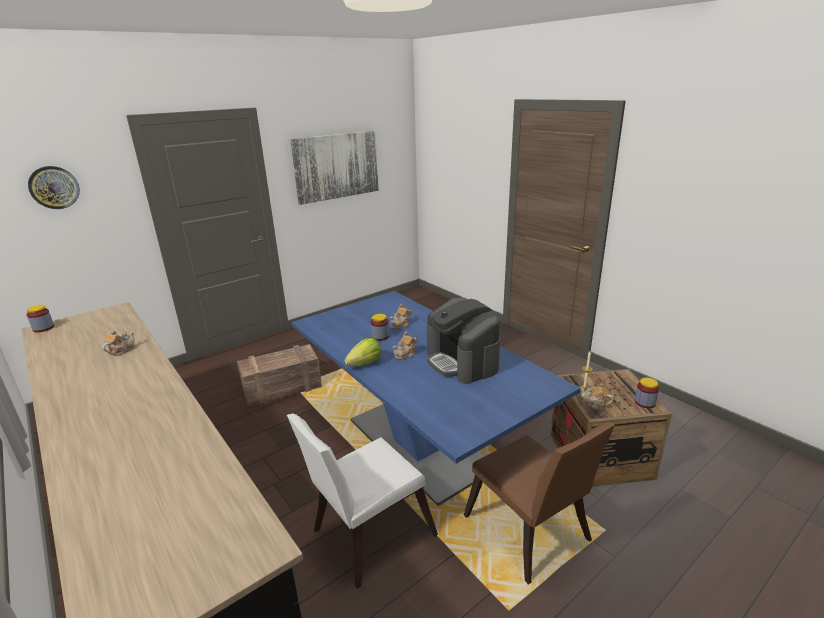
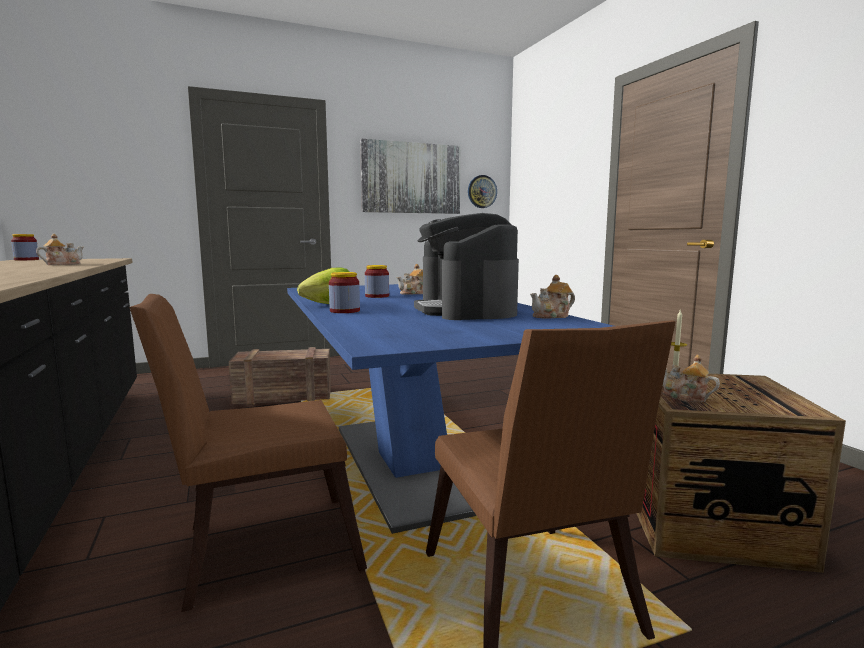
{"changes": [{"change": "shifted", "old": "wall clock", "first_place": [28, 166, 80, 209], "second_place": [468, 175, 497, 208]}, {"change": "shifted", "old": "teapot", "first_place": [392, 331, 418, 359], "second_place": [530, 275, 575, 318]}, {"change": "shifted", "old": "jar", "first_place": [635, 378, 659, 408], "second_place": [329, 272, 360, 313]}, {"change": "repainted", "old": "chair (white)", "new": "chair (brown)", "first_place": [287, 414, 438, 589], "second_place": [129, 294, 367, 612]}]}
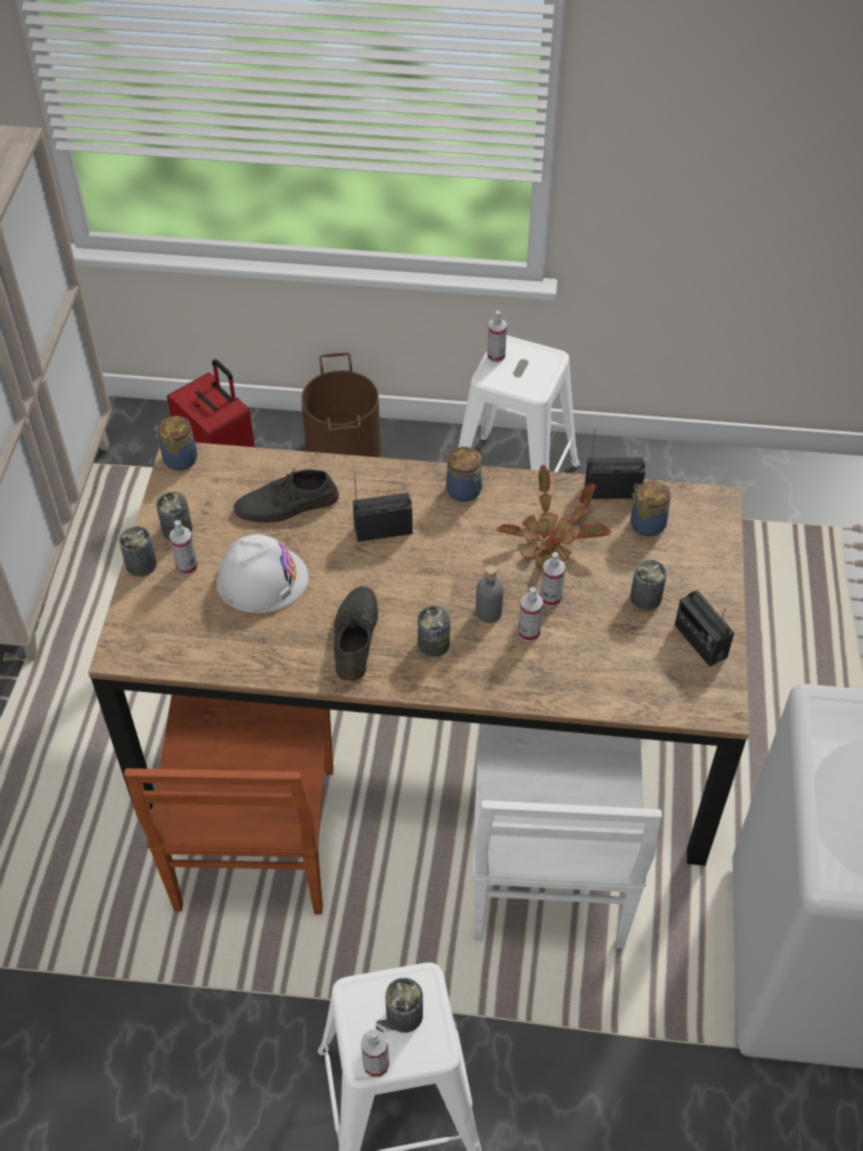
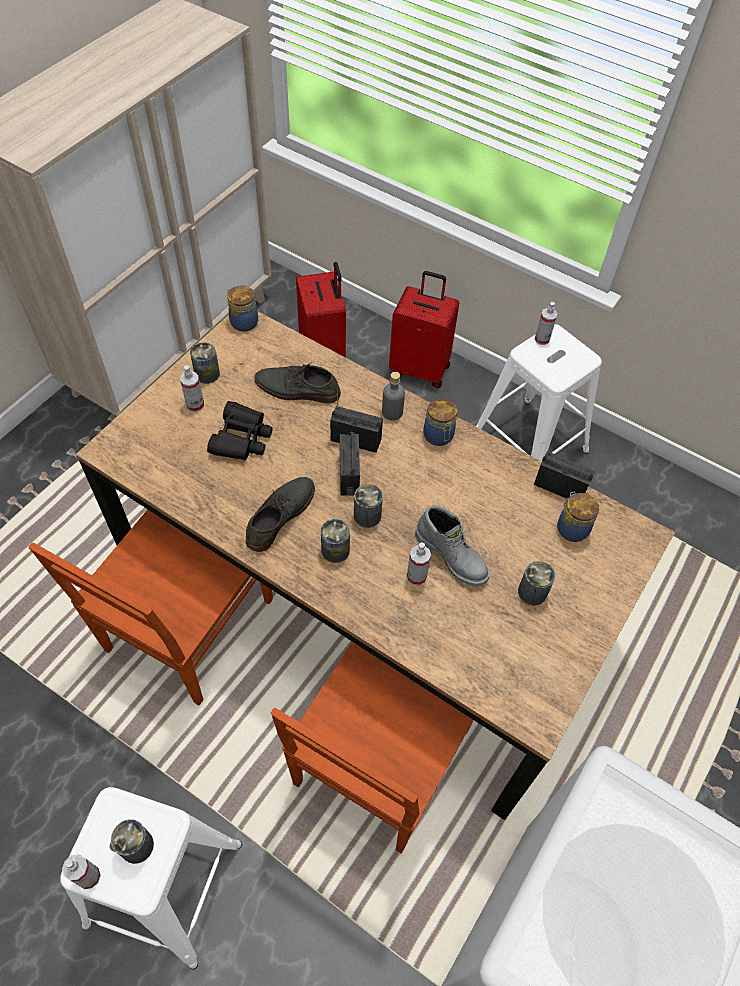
{"changes": [{"change": "gone", "old": "potted plant", "first_place": [497, 465, 611, 568]}, {"change": "shifted", "old": "can", "first_place": [119, 526, 157, 577], "second_place": [354, 484, 383, 528]}, {"change": "shifted", "old": "bottle (grey)", "first_place": [476, 565, 503, 623], "second_place": [382, 372, 405, 421]}, {"change": "shifted", "old": "radio", "first_place": [675, 591, 734, 667], "second_place": [339, 432, 360, 496]}, {"change": "swapped", "old": "hard hat (white)", "new": "binoculars (black)", "first_place": [216, 534, 309, 613], "second_place": [207, 401, 273, 460]}, {"change": "swapped", "old": "bucket (brown)", "new": "suitcase (red)", "first_place": [301, 353, 381, 457], "second_place": [389, 271, 459, 388]}, {"change": "swapped", "old": "spray bottle", "new": "boot (grey)", "first_place": [540, 552, 565, 607], "second_place": [415, 505, 489, 586]}, {"change": "repainted", "old": "chair (white)", "new": "chair (brown)", "first_place": [472, 724, 662, 948], "second_place": [271, 642, 473, 853]}]}
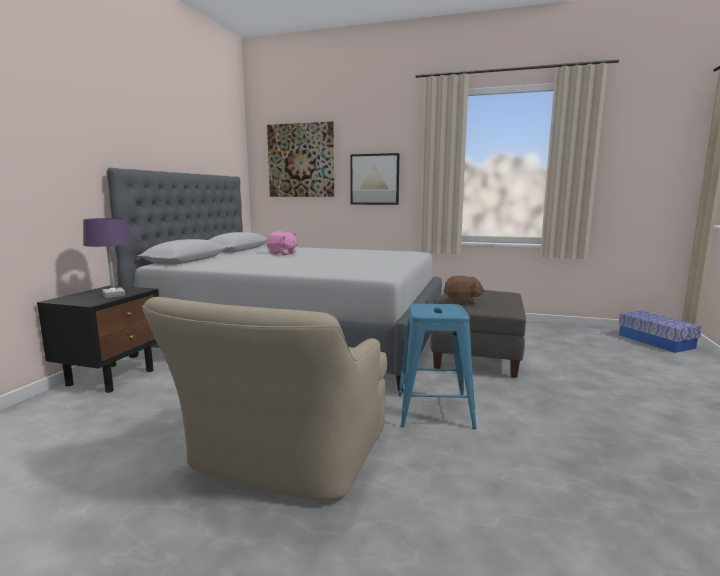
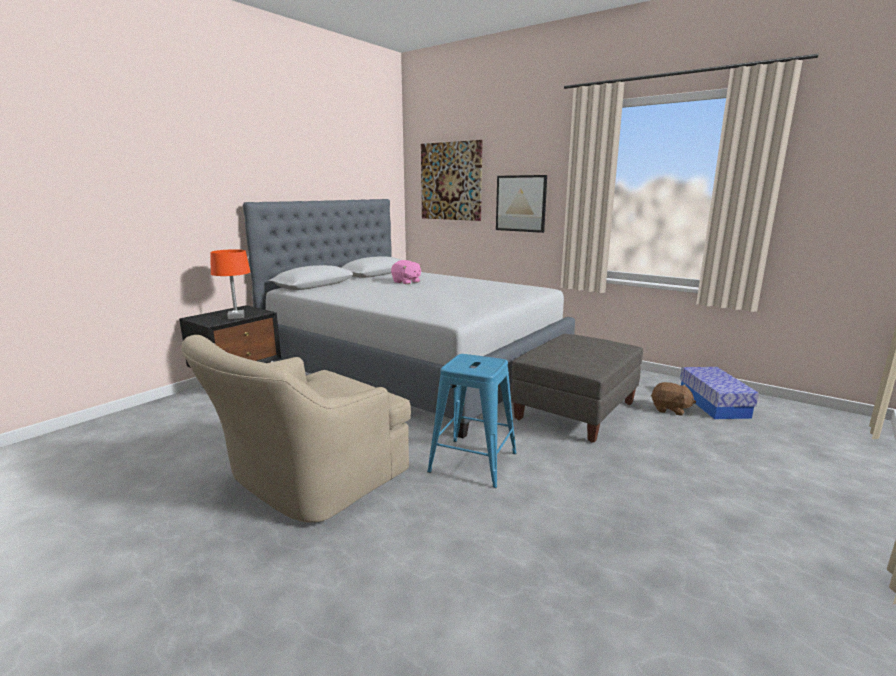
{"changes": [{"change": "shifted", "old": "plush toy (brown)", "first_place": [443, 276, 485, 305], "second_place": [651, 382, 696, 416]}, {"change": "shifted", "old": "storage box", "first_place": [619, 311, 702, 353], "second_place": [680, 367, 759, 419]}, {"change": "repainted", "old": "table lamp (purple)", "new": "table lamp (orange)", "first_place": [83, 218, 132, 298], "second_place": [210, 249, 250, 319]}]}
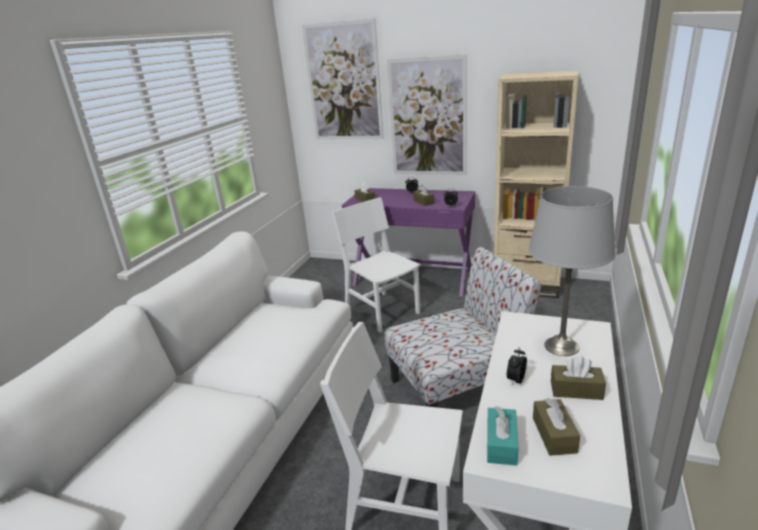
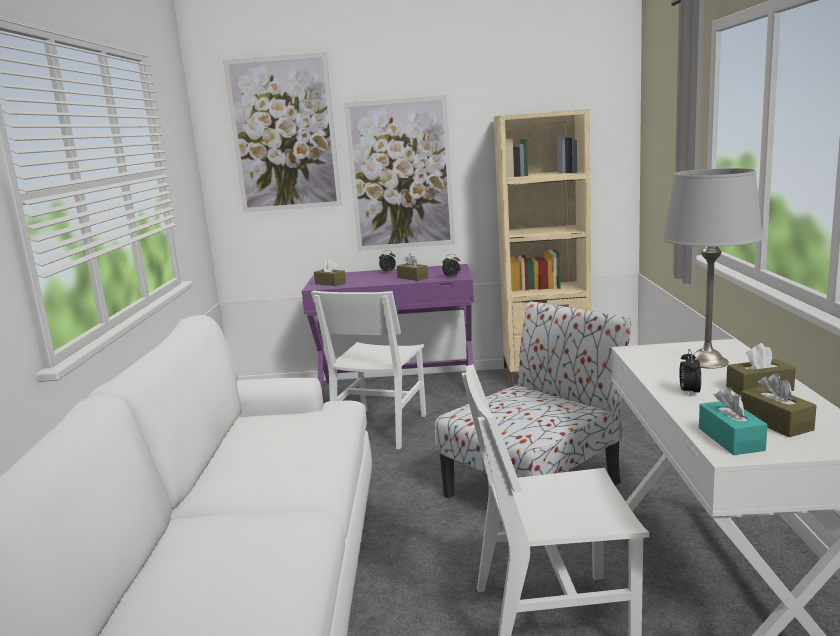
{"changes": [{"change": "rotated", "old": "chair (white)", "first_place": [332, 197, 420, 333], "second_place": [311, 290, 426, 449], "degrees": -105}]}
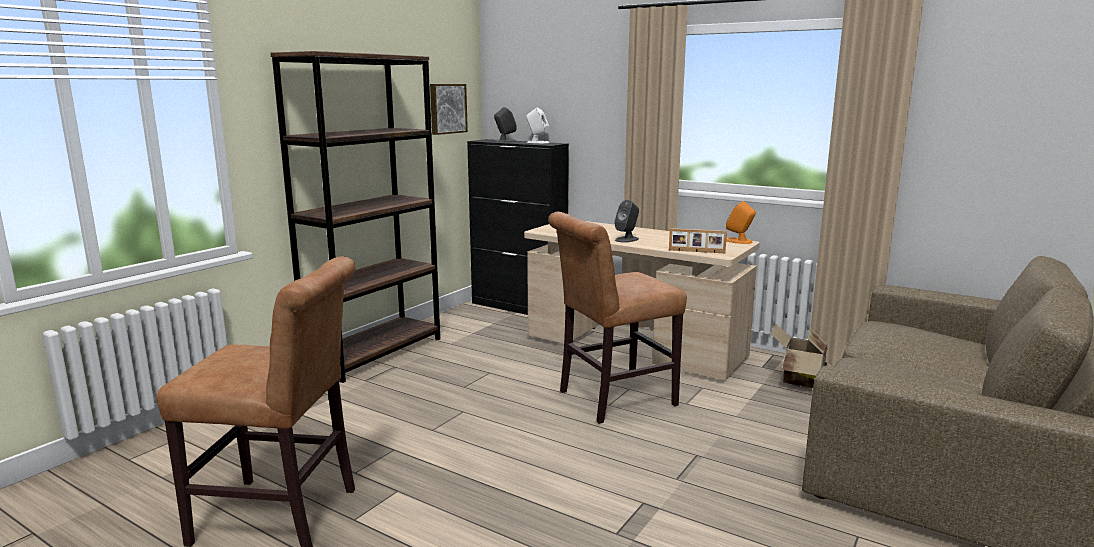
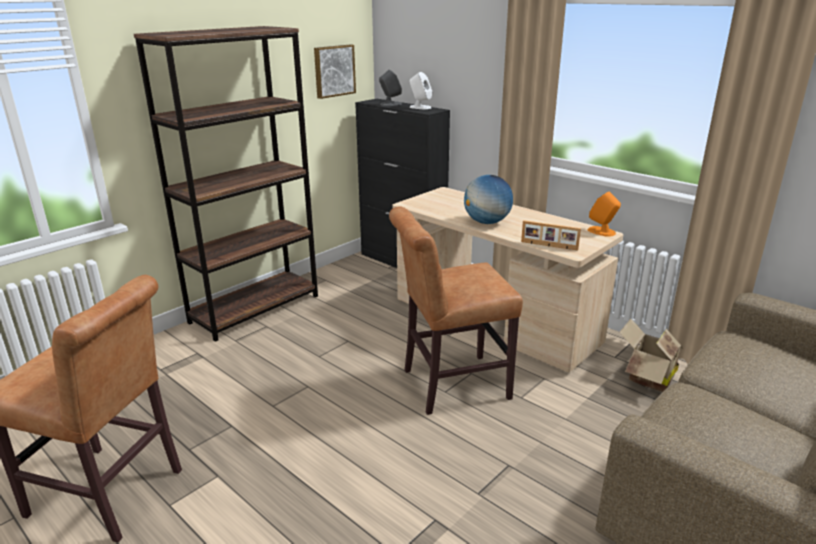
{"changes": [{"change": "swapped", "old": "speaker (grey)", "new": "globe", "first_place": [614, 200, 639, 243], "second_place": [464, 175, 513, 224]}]}
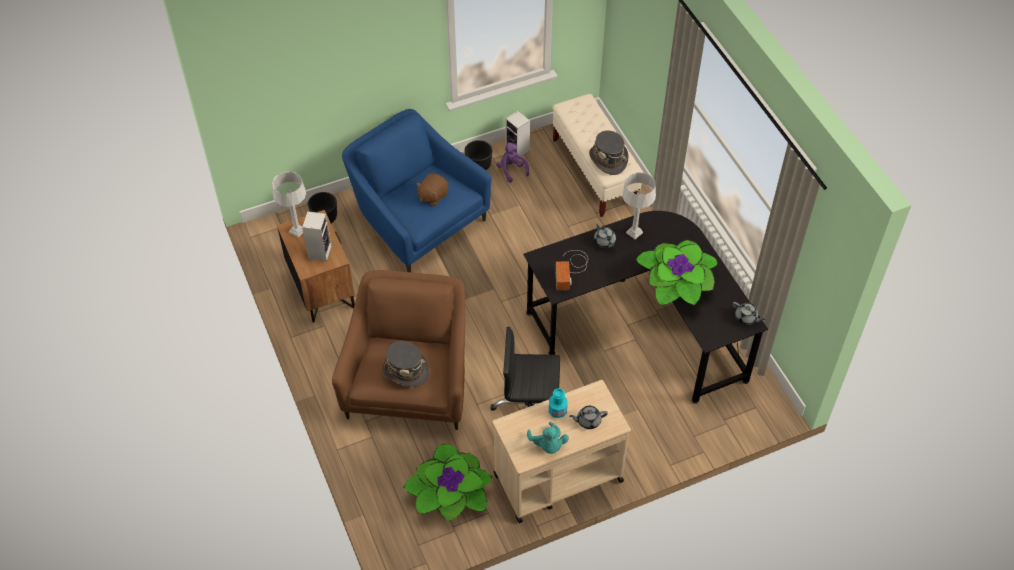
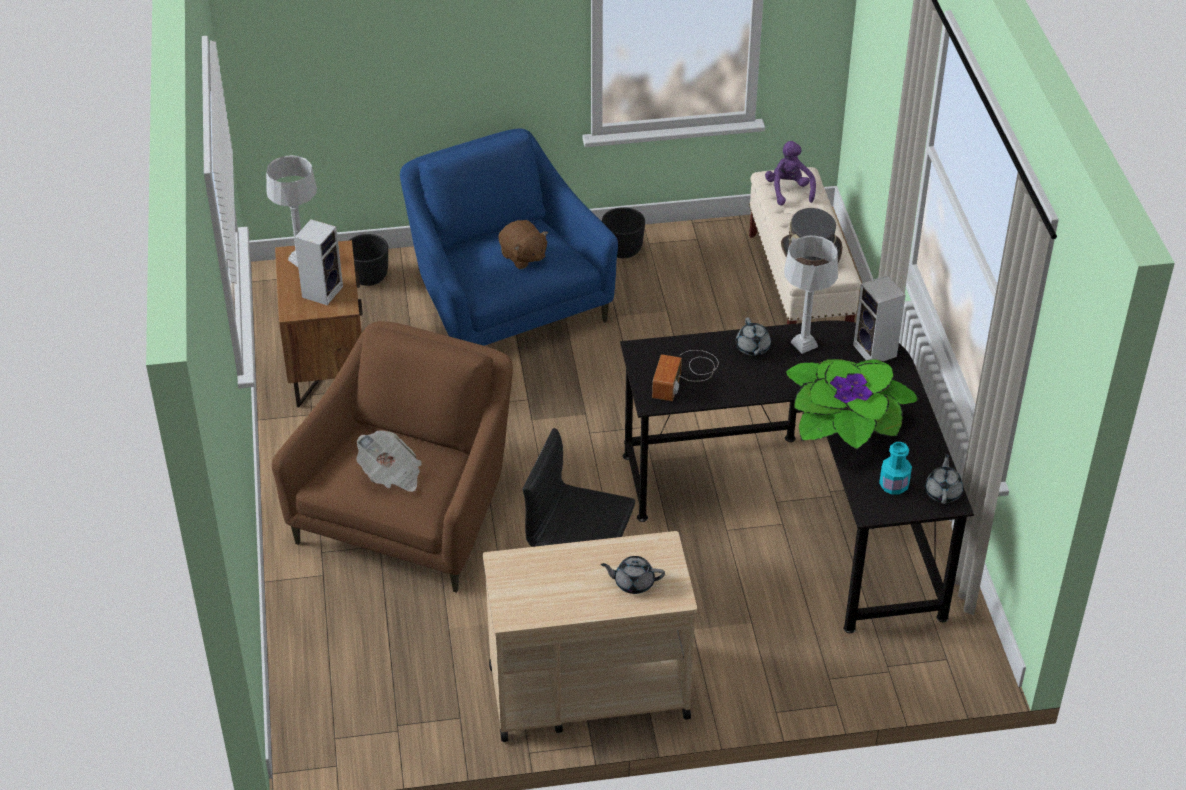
{"changes": [{"change": "gone", "old": "potted plant", "first_place": [404, 444, 492, 521]}, {"change": "gone", "old": "plush toy (turquoise)", "first_place": [527, 422, 569, 454]}, {"change": "shifted", "old": "plush toy (purple)", "first_place": [496, 142, 529, 183], "second_place": [765, 141, 816, 206]}, {"change": "shifted", "old": "speaker", "first_place": [505, 111, 530, 156], "second_place": [853, 275, 906, 362]}, {"change": "shifted", "old": "bottle (turquoise)", "first_place": [549, 388, 568, 418], "second_place": [879, 442, 912, 495]}, {"change": "swapped", "old": "hat (grey)", "new": "newspaper", "first_place": [382, 341, 429, 387], "second_place": [356, 430, 422, 492]}, {"change": "rotated", "old": "plush toy (brown)", "first_place": [416, 173, 449, 206], "second_place": [498, 220, 548, 269], "degrees": -90}, {"change": "rotated", "old": "teapot (grey)", "first_place": [733, 302, 765, 325], "second_place": [925, 454, 963, 504], "degrees": -135}]}
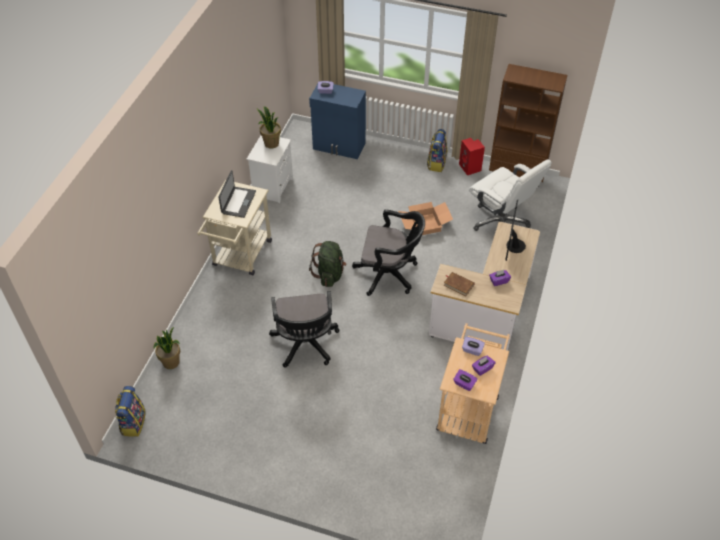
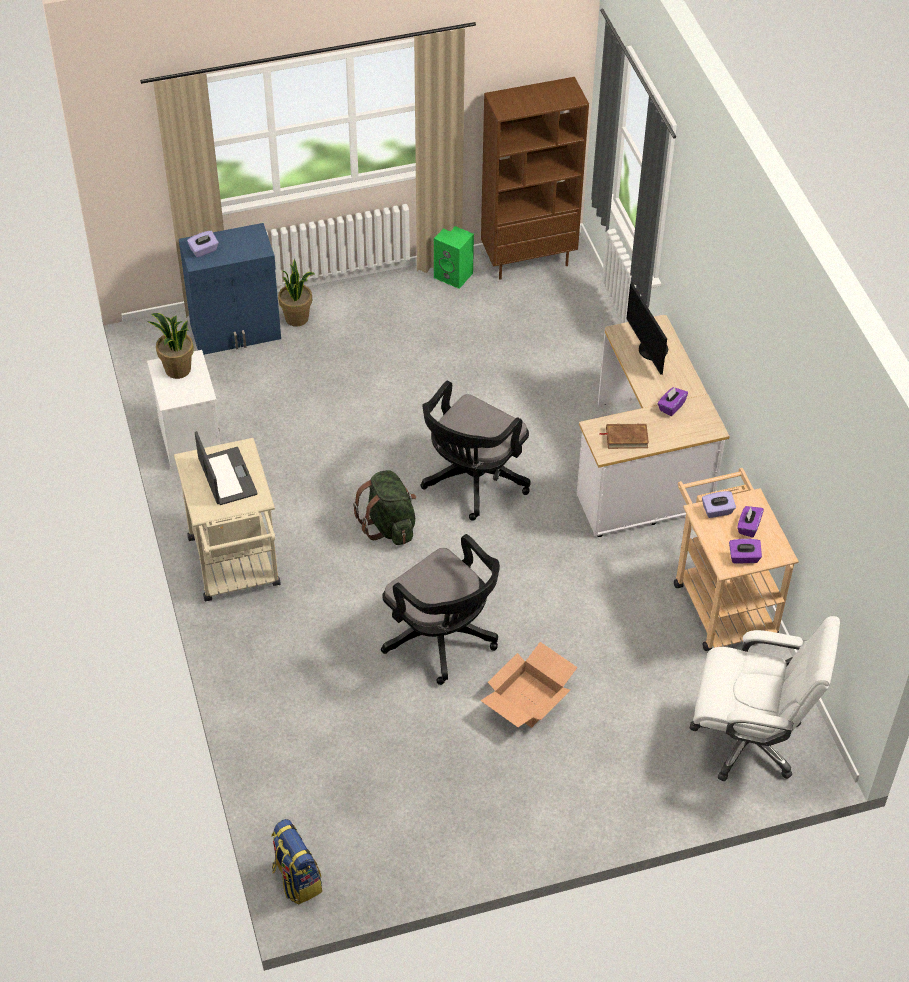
{"changes": [{"change": "gone", "old": "backpack", "first_place": [427, 129, 447, 172]}, {"change": "shifted", "old": "potted plant", "first_place": [153, 327, 180, 369], "second_place": [278, 259, 315, 327]}, {"change": "shifted", "old": "cardboard box", "first_place": [398, 202, 453, 235], "second_place": [480, 642, 578, 728]}, {"change": "shifted", "old": "office chair (white)", "first_place": [469, 159, 552, 231], "second_place": [690, 616, 840, 782]}, {"change": "repainted", "old": "speaker (red)", "new": "speaker (green)", "first_place": [459, 138, 485, 175], "second_place": [434, 226, 474, 289]}, {"change": "rotated", "old": "office chair (black)", "first_place": [352, 209, 425, 296], "second_place": [420, 381, 531, 521], "degrees": 150}]}
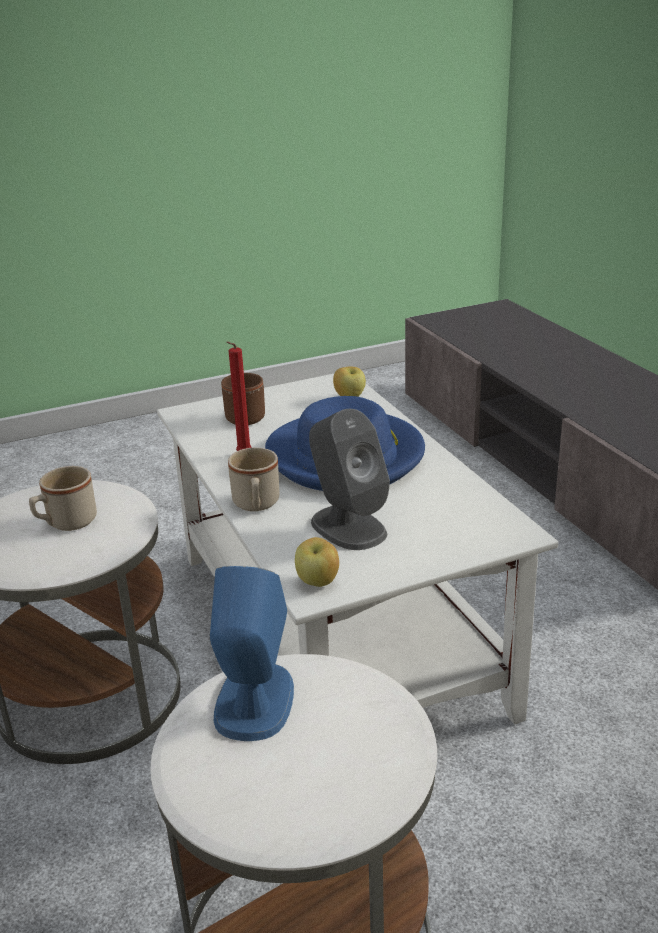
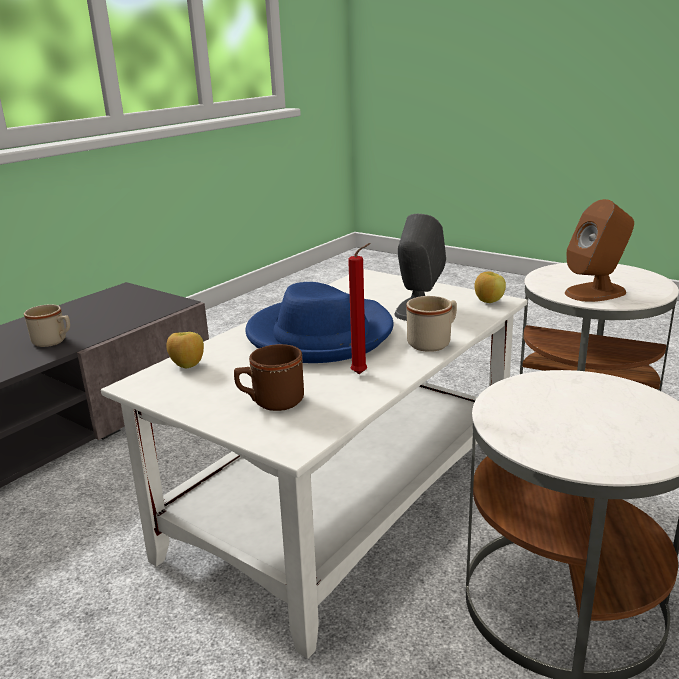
{"changes": [{"change": "shifted", "old": "mug (beige)", "first_place": [29, 466, 97, 531], "second_place": [24, 304, 70, 347]}, {"change": "repainted", "old": "speaker (blue)", "new": "speaker (brown)", "first_place": [210, 566, 294, 741], "second_place": [564, 199, 634, 302]}]}
